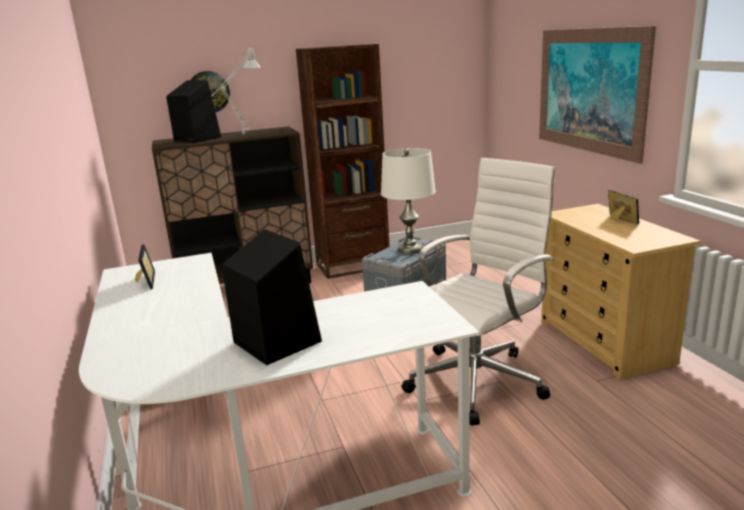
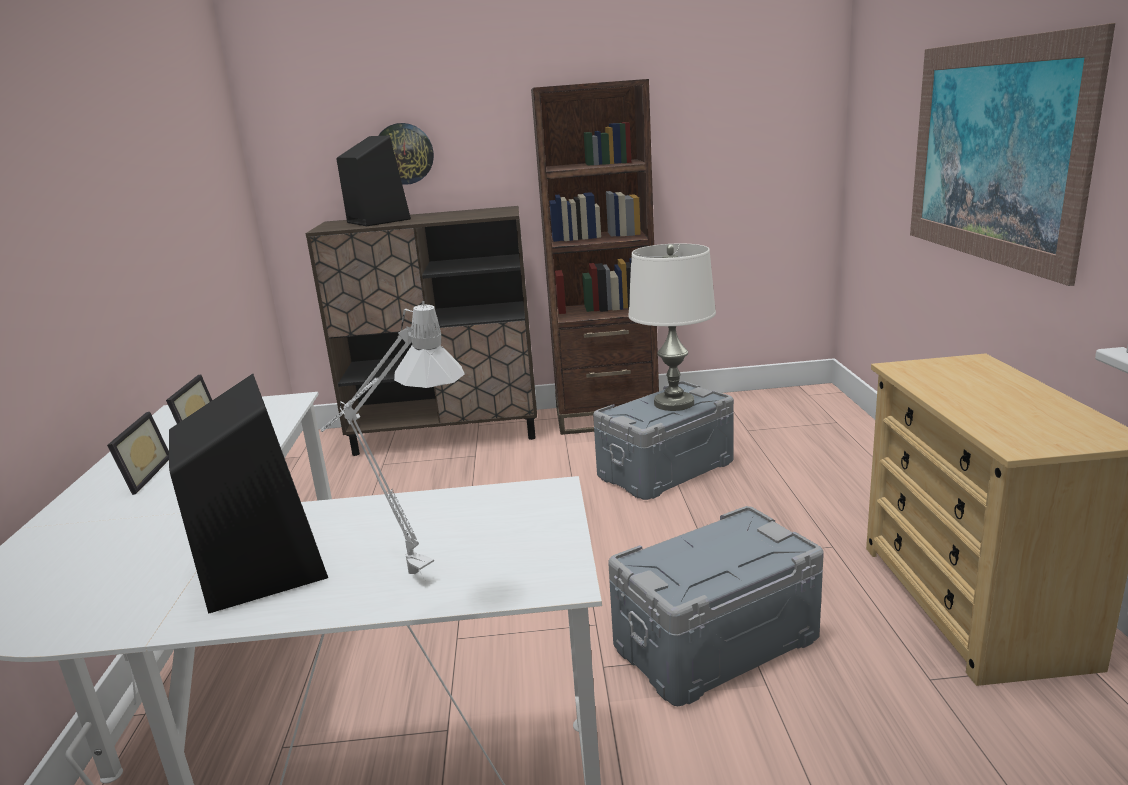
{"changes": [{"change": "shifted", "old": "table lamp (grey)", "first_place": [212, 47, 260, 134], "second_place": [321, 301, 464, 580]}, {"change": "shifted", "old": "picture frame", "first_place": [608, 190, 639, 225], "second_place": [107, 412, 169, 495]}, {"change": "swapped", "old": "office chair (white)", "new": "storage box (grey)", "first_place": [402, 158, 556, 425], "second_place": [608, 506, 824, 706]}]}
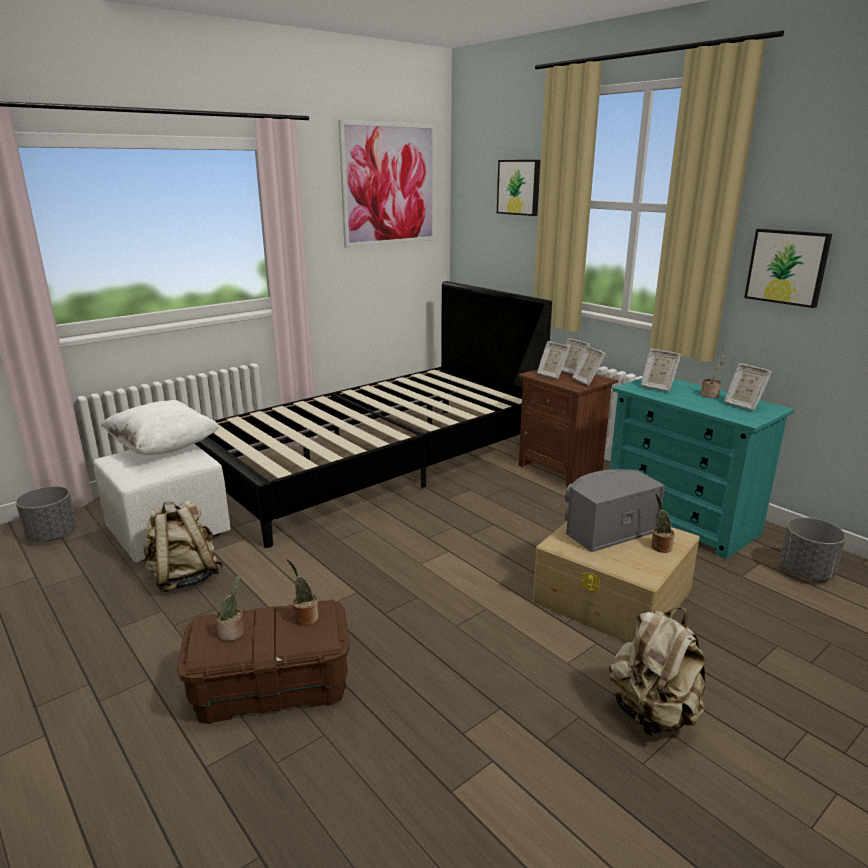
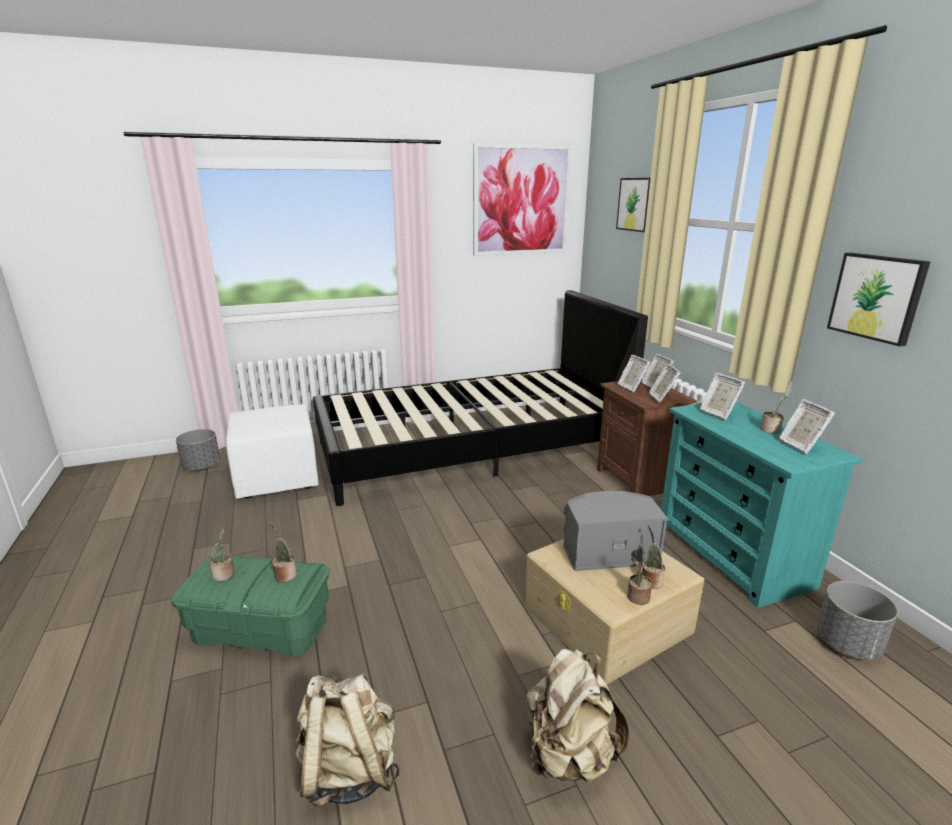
{"changes": [{"change": "gone", "old": "pillow (white)", "first_place": [101, 400, 219, 455]}, {"change": "new", "new": "potted plant", "second_place": [627, 550, 652, 605]}, {"change": "shifted", "old": "backpack (beige)", "first_place": [143, 500, 223, 592], "second_place": [295, 674, 400, 807]}, {"change": "repainted", "old": "storage box (brown)", "new": "storage box (green)", "first_place": [177, 599, 350, 724], "second_place": [171, 555, 329, 656]}]}
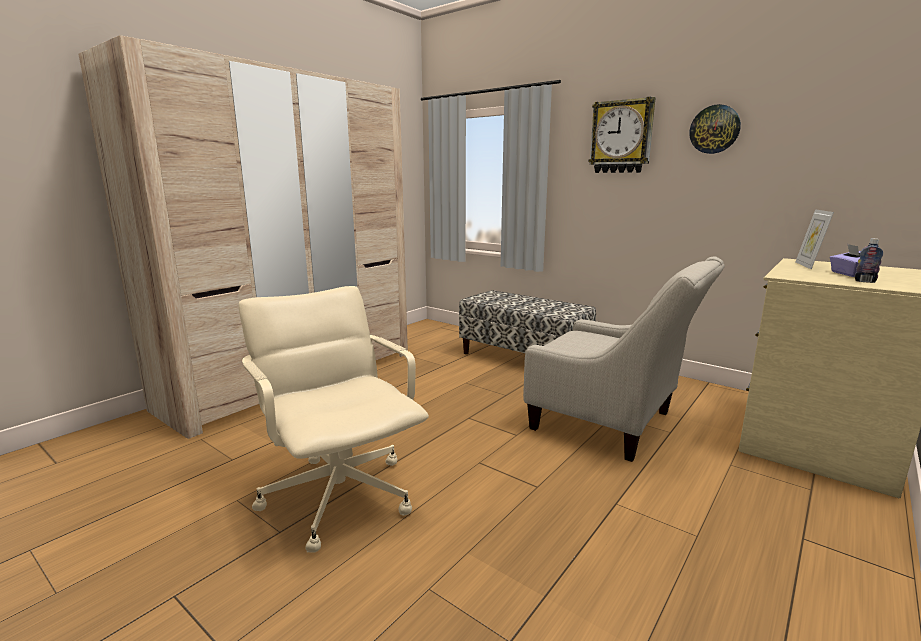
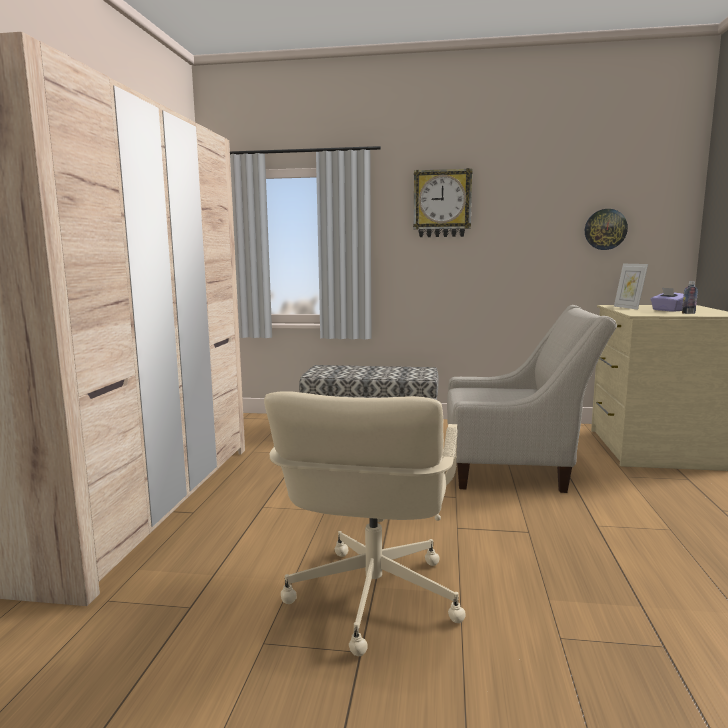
{"changes": [{"change": "shifted", "old": "wall clock", "first_place": [689, 104, 741, 154], "second_place": [585, 209, 628, 250]}, {"change": "rotated", "old": "office chair (beige)", "first_place": [239, 286, 429, 553], "second_place": [264, 391, 465, 656], "degrees": -105}]}
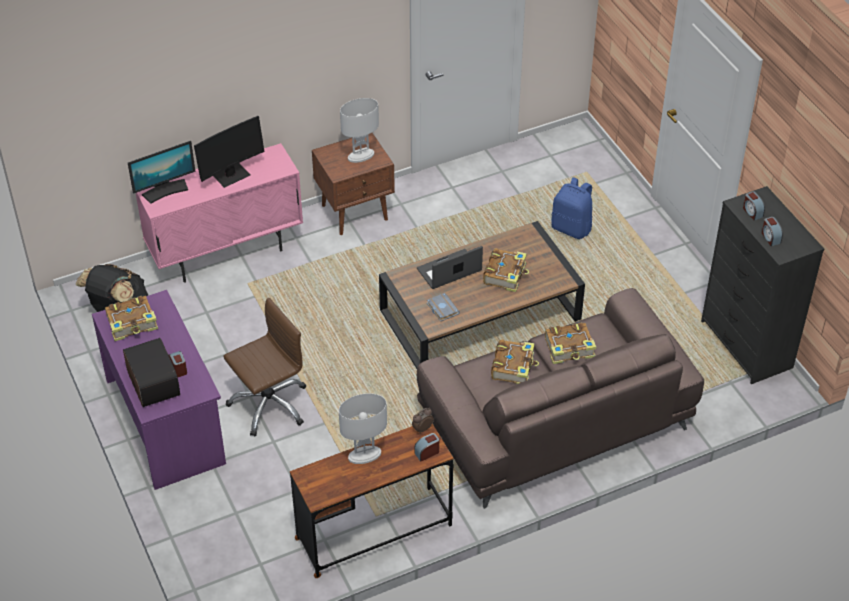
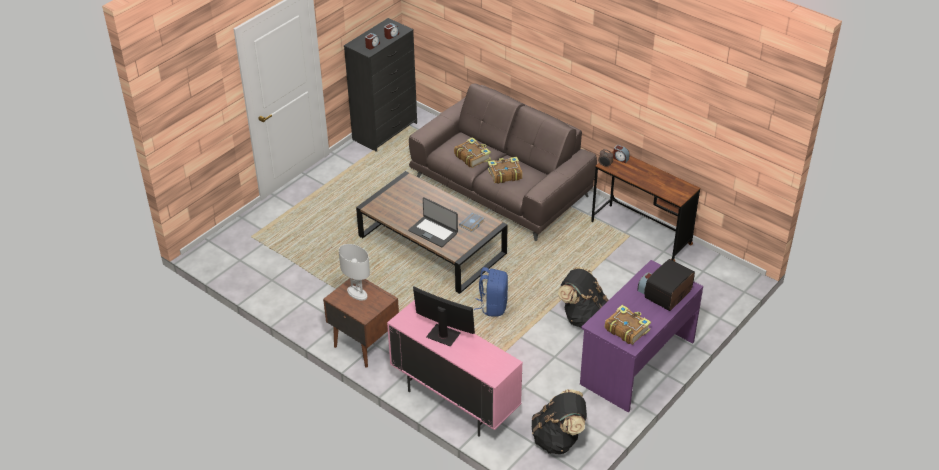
{"changes": [{"change": "gone", "old": "monitor", "first_place": [128, 141, 196, 204]}, {"change": "gone", "old": "table lamp (white)", "first_place": [339, 393, 387, 464]}, {"change": "gone", "old": "book", "first_place": [483, 248, 529, 292]}, {"change": "shifted", "old": "backpack (blue)", "first_place": [551, 177, 592, 239], "second_place": [474, 267, 508, 317]}, {"change": "swapped", "old": "office chair (brown)", "new": "backpack (black)", "first_place": [223, 297, 306, 436], "second_place": [558, 267, 609, 328]}]}
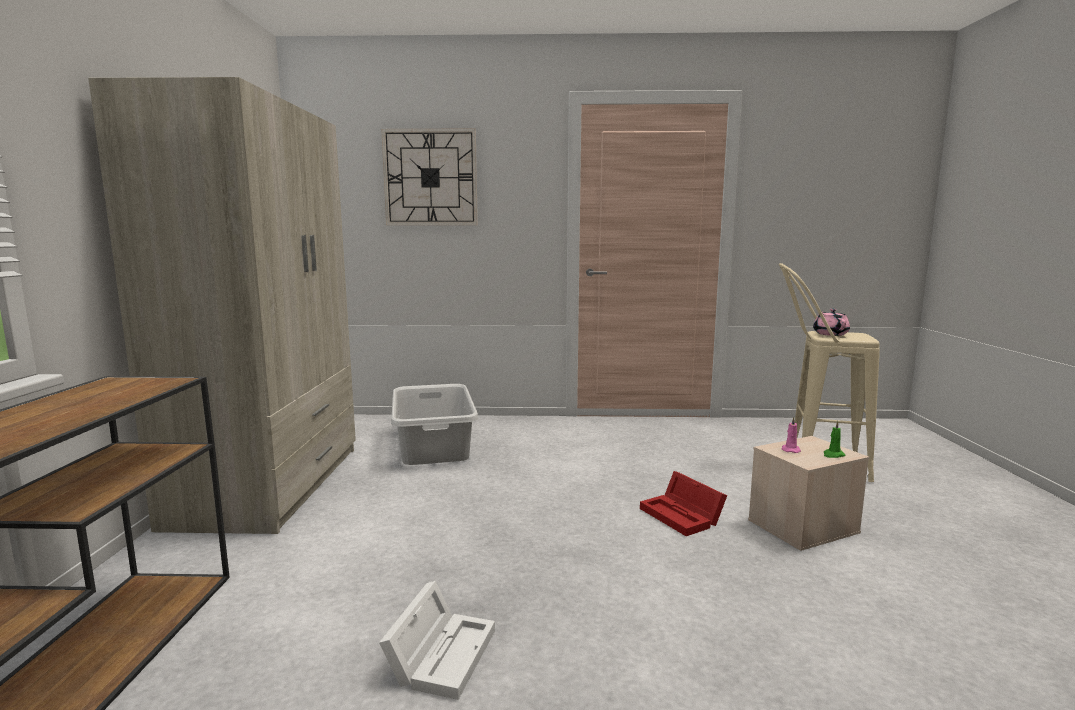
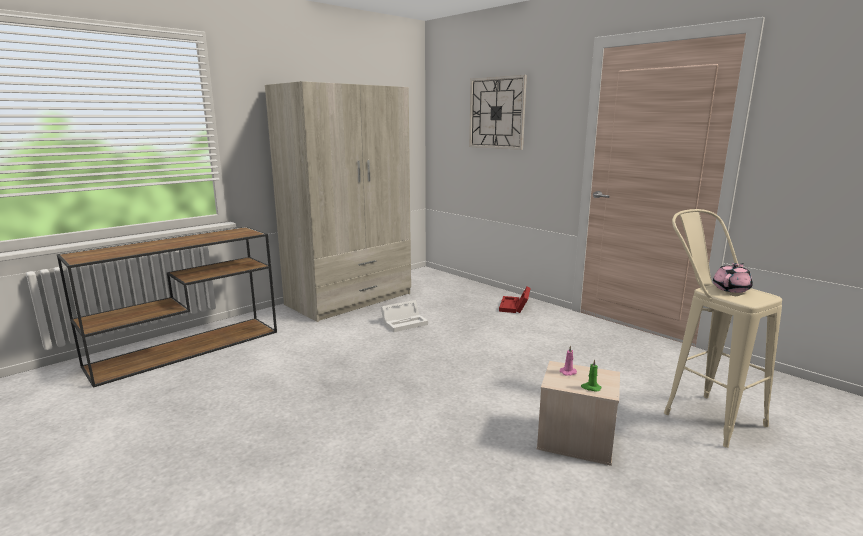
{"changes": [{"change": "gone", "old": "laundry basket (grey)", "first_place": [391, 384, 478, 465]}, {"change": "shifted", "old": "storage box (white)", "first_place": [379, 581, 495, 700], "second_place": [381, 300, 428, 332]}, {"change": "shifted", "old": "storage box (red)", "first_place": [640, 471, 727, 536], "second_place": [499, 287, 531, 313]}]}
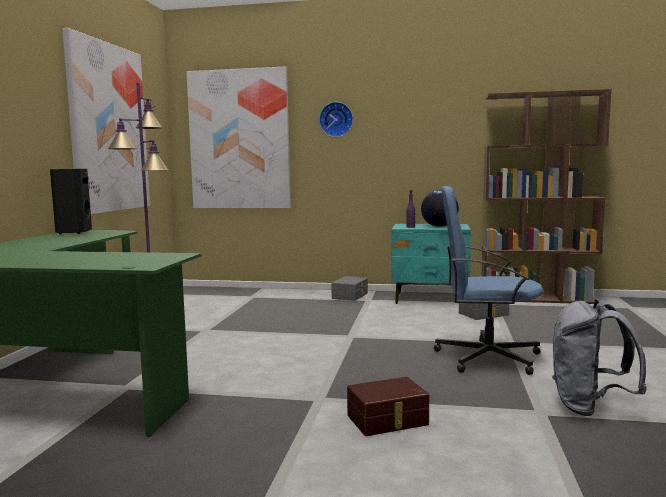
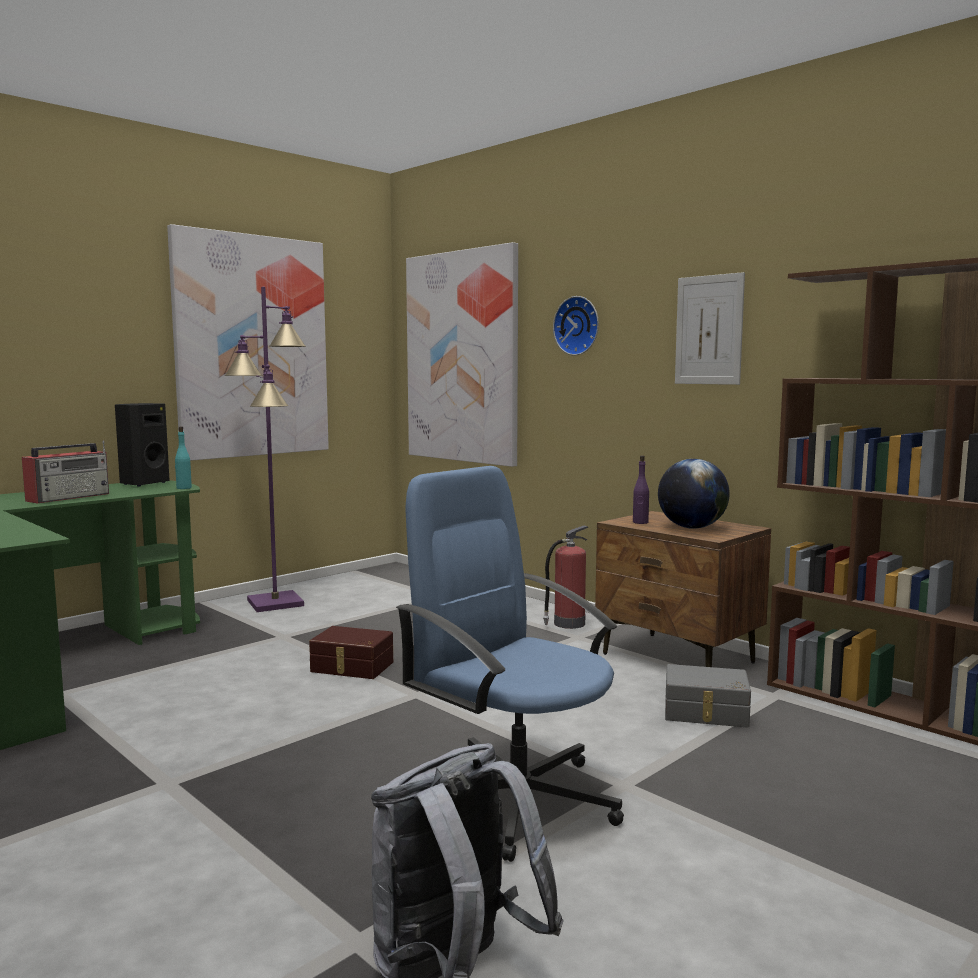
{"changes": [{"change": "new", "new": "radio", "second_place": [22, 440, 109, 503]}, {"change": "new", "new": "bottle (turquoise)", "second_place": [175, 426, 192, 489]}, {"change": "new", "new": "picture", "second_place": [675, 272, 745, 385]}, {"change": "shifted", "old": "storage box (brown)", "first_place": [347, 377, 429, 436], "second_place": [309, 626, 393, 679]}, {"change": "swapped", "old": "storage box (grey)", "new": "fire extinguisher", "first_place": [331, 276, 368, 301], "second_place": [543, 526, 589, 629]}, {"change": "repainted", "old": "nightstand (turquoise)", "new": "nightstand (brown)", "first_place": [391, 224, 471, 304], "second_place": [595, 511, 771, 667]}]}
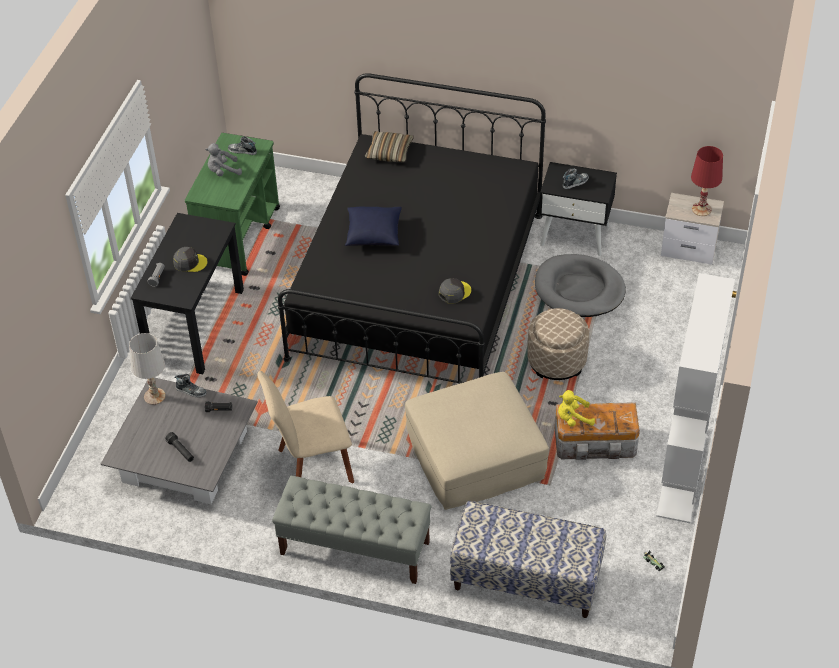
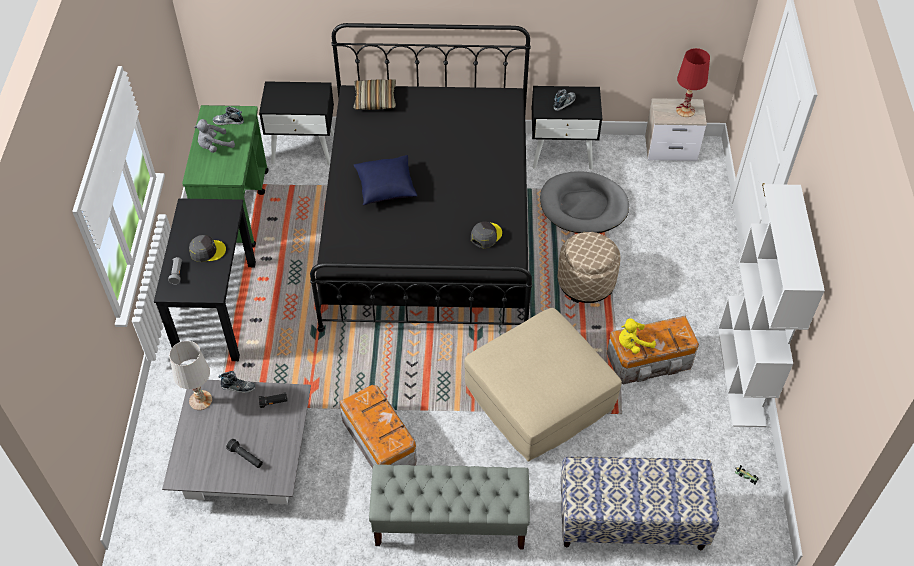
{"changes": [{"change": "new", "new": "nightstand (black)", "second_place": [259, 81, 334, 165]}, {"change": "swapped", "old": "chair (beige)", "new": "storage box", "first_place": [257, 371, 354, 483], "second_place": [340, 385, 417, 469]}]}
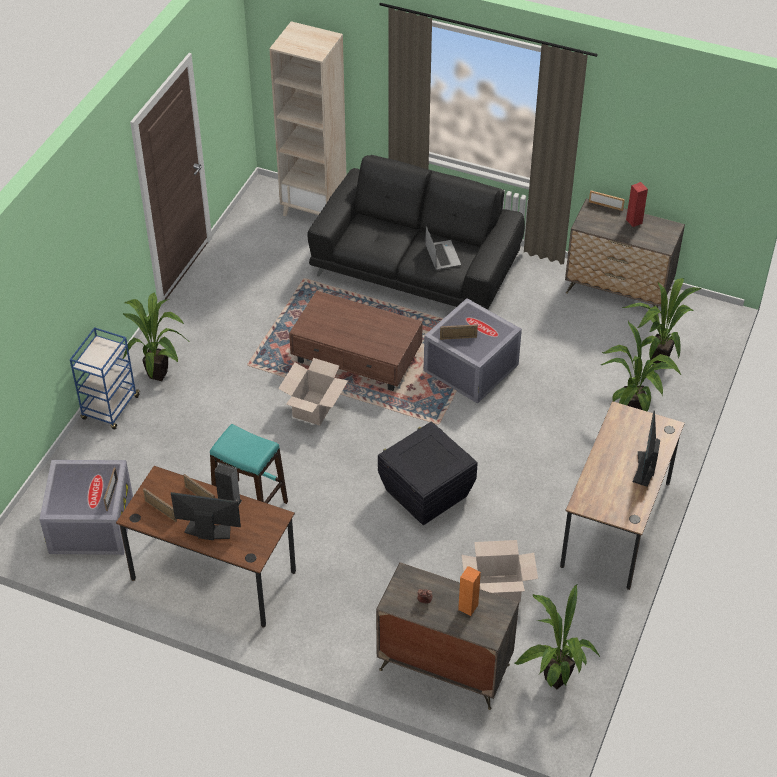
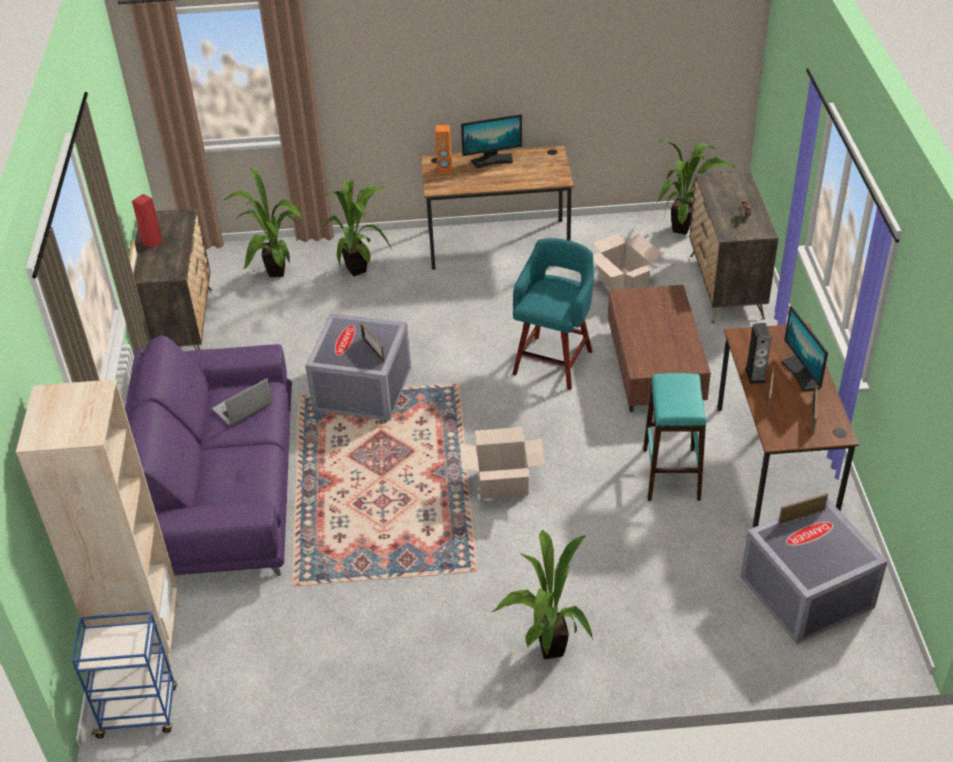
{"changes": [{"change": "shifted", "old": "cart (blue)", "first_place": [70, 327, 140, 430], "second_place": [72, 611, 177, 739]}, {"change": "shifted", "old": "coffee table (brown)", "first_place": [289, 291, 423, 391], "second_place": [608, 285, 711, 412]}, {"change": "shifted", "old": "speaker (orange)", "first_place": [458, 566, 481, 616], "second_place": [435, 125, 452, 174]}, {"change": "swapped", "old": "storage box (black)", "new": "stool (turquoise)", "first_place": [378, 421, 478, 525], "second_place": [512, 238, 594, 390]}, {"change": "repainted", "old": "sofa (black)", "new": "sofa (purple)", "first_place": [307, 155, 525, 310], "second_place": [125, 336, 292, 576]}]}
